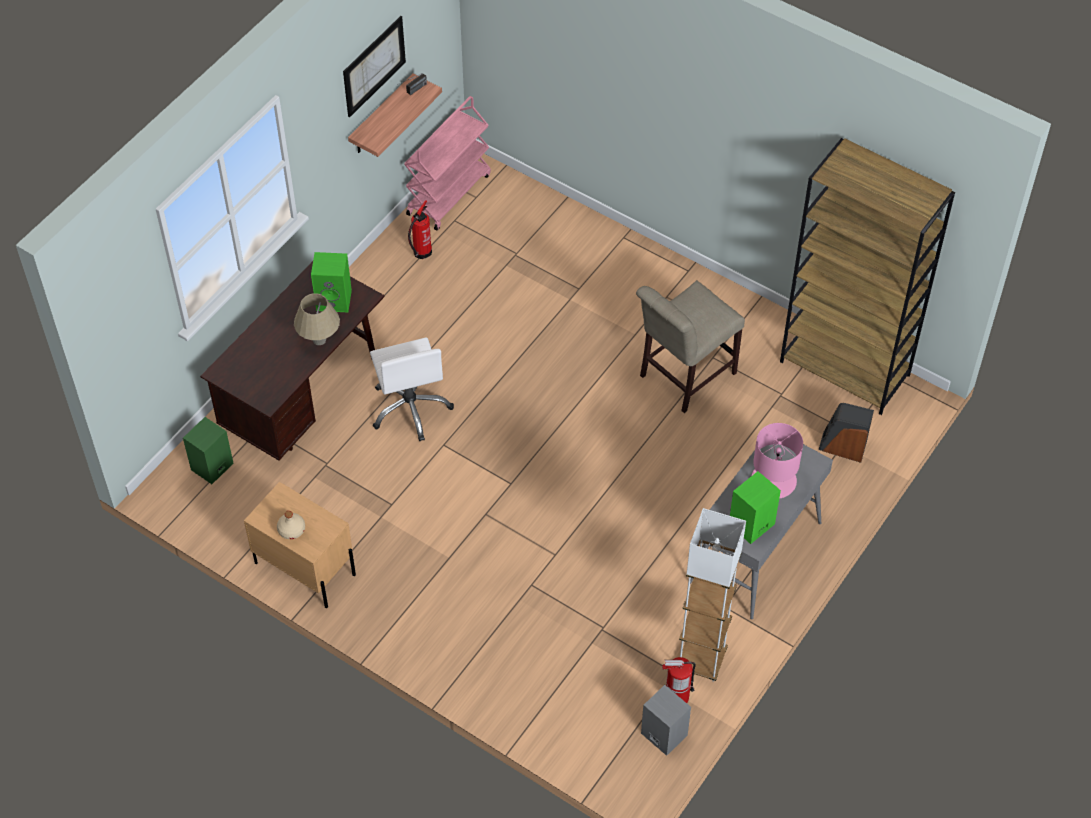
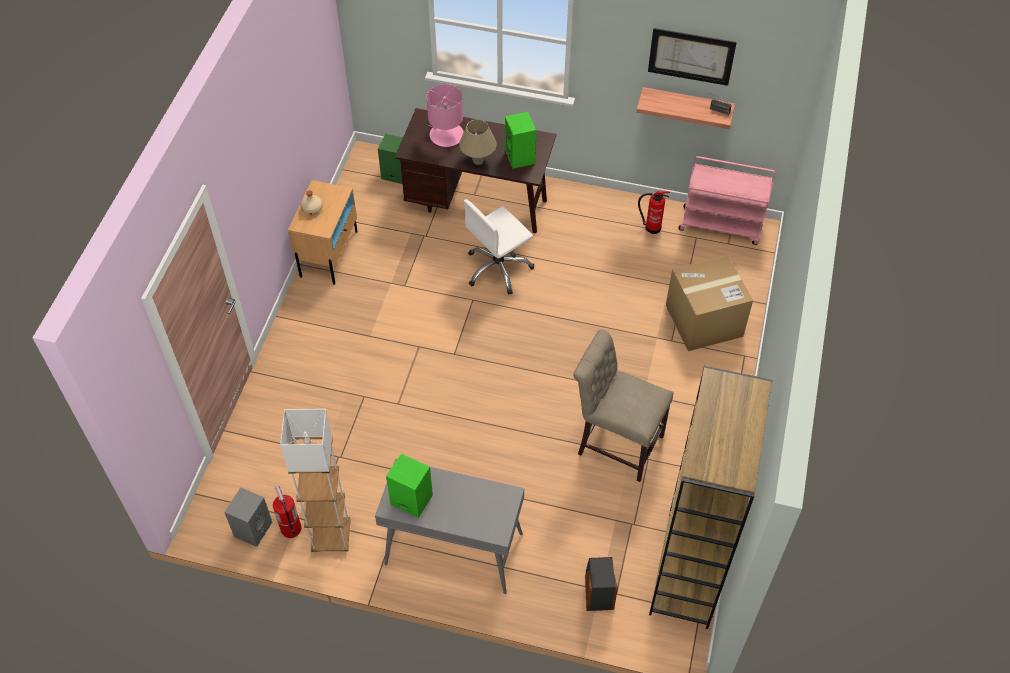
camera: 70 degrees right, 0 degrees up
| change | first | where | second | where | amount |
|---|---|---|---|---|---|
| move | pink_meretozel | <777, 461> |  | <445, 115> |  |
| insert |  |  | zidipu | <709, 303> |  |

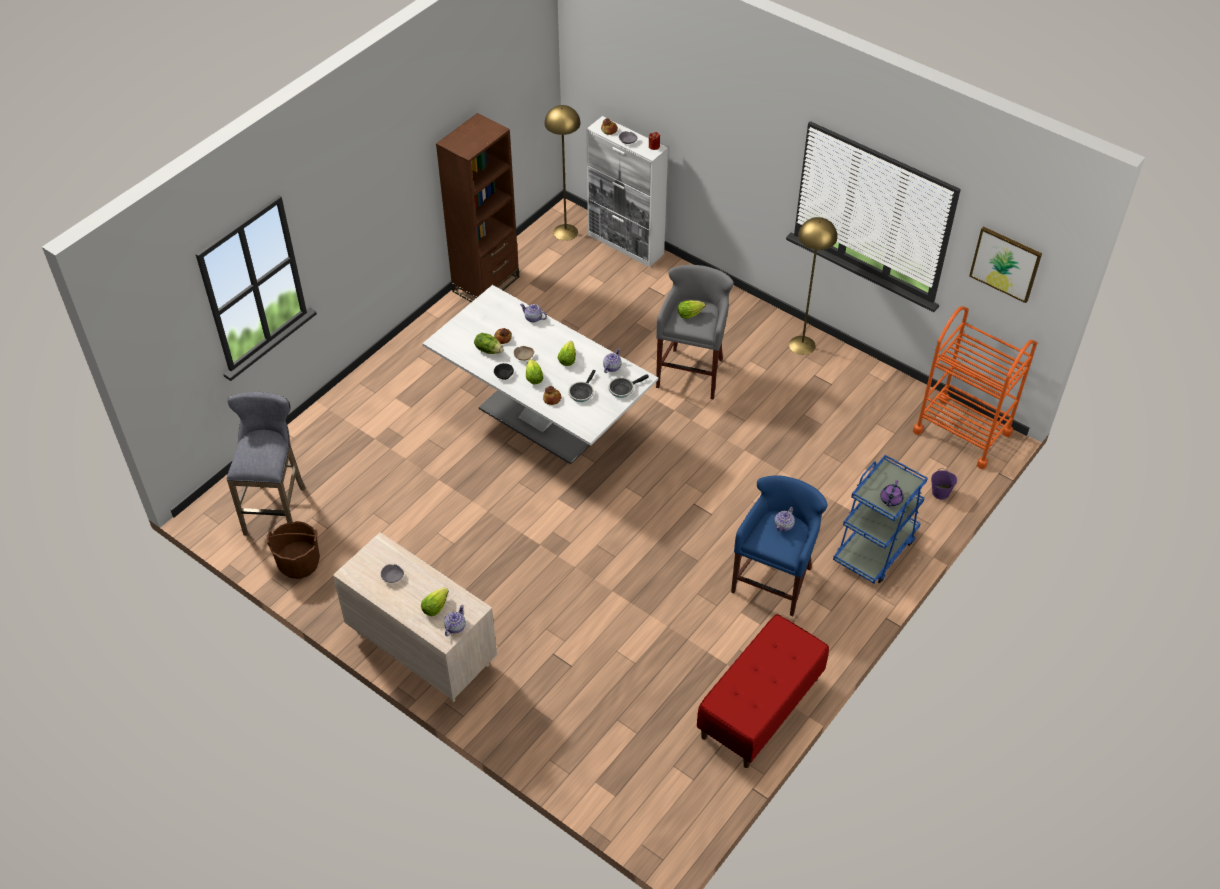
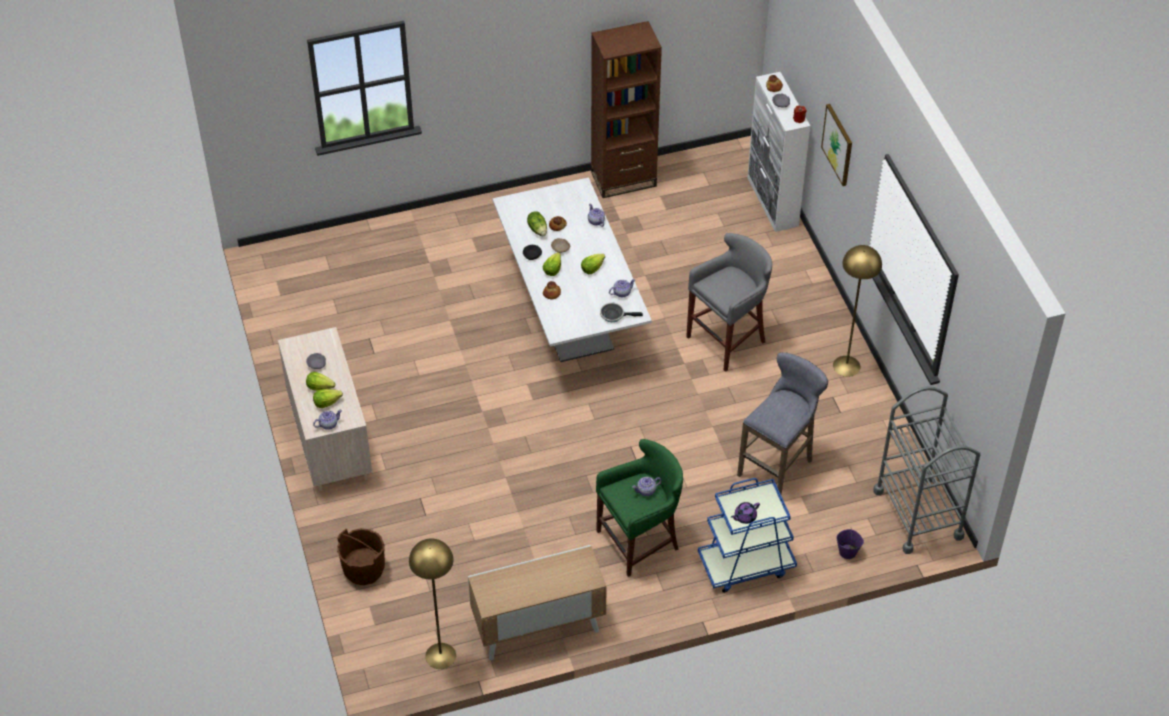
camera: 35 degrees right, 0 degrees up
| change | first | where | second | where | amount |
|---|---|---|---|---|---|
| move | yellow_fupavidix | <562, 173> |  | <432, 603> |  |
| move | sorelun | <1005, 265> |  | <836, 145> |  |
| move | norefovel | <691, 310> |  | <320, 381> |  |
| recolor | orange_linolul | <975, 387> | grey_linolul | <926, 470> |  |
| delete | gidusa | <581, 386> |  |  |  |
| move | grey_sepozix | <266, 464> |  | <782, 423> |  |
| recolor | blue_sepozix | <779, 545> | green_sepozix | <639, 508> |  |
| move | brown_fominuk | <293, 550> |  | <361, 556> |  |
| replace | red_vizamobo | <763, 691> | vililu | <537, 603> |  |

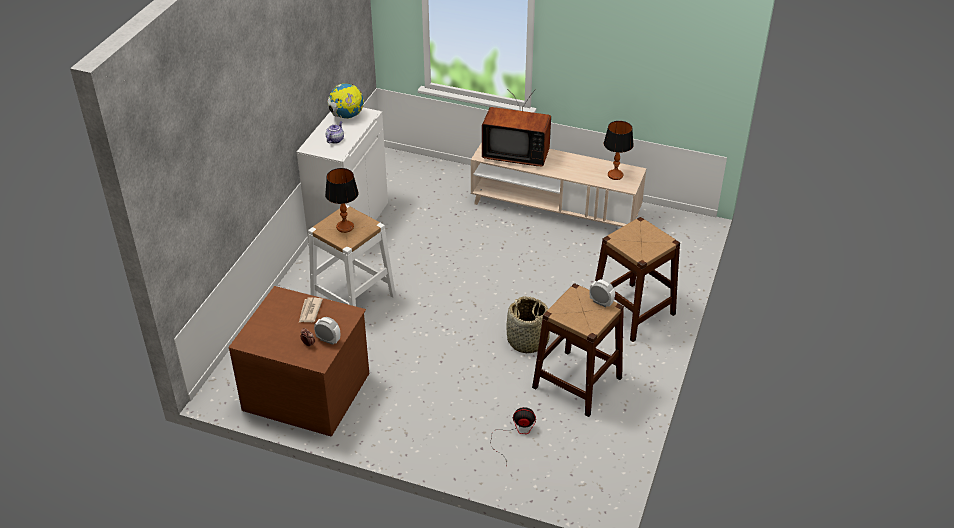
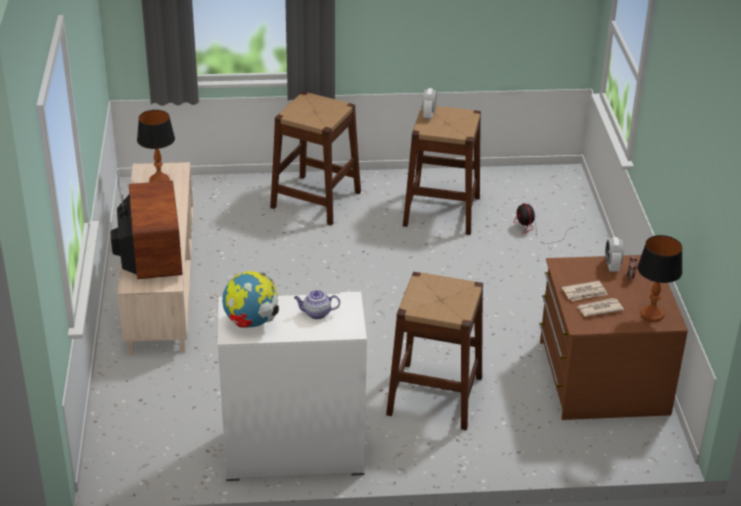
camera: 115 degrees left, 5 degrees down
| change | first | where | second | where | amount |
|---|---|---|---|---|---|
| move | meretozel | <342, 200> |  | <659, 278> |  |
| recolor | white_sepozix | <352, 255> | brown_sepozix | <434, 351> |  |
| delete | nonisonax | <528, 324> |  |  |  |
| insert |  |  | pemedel | <600, 307> |  |

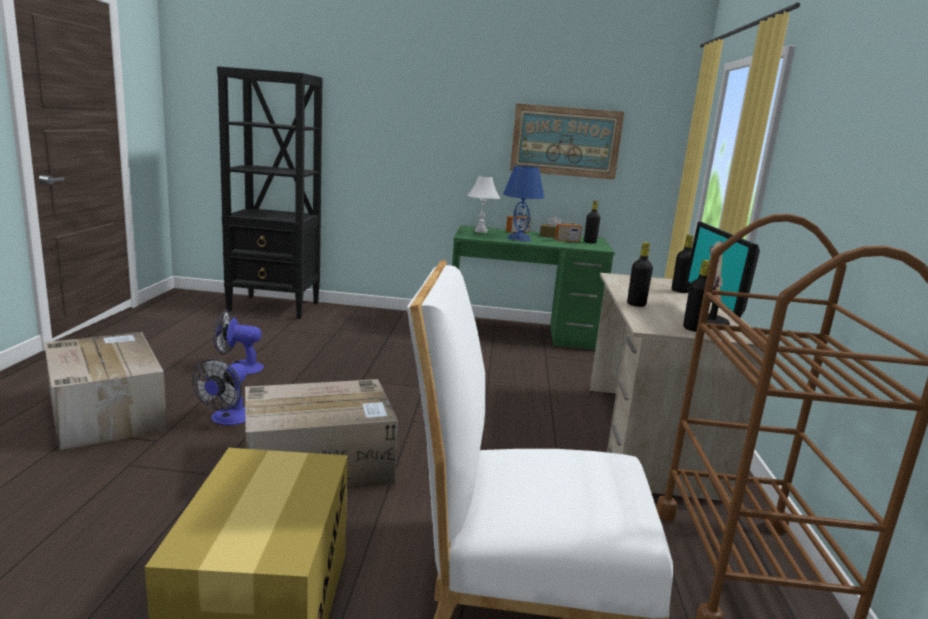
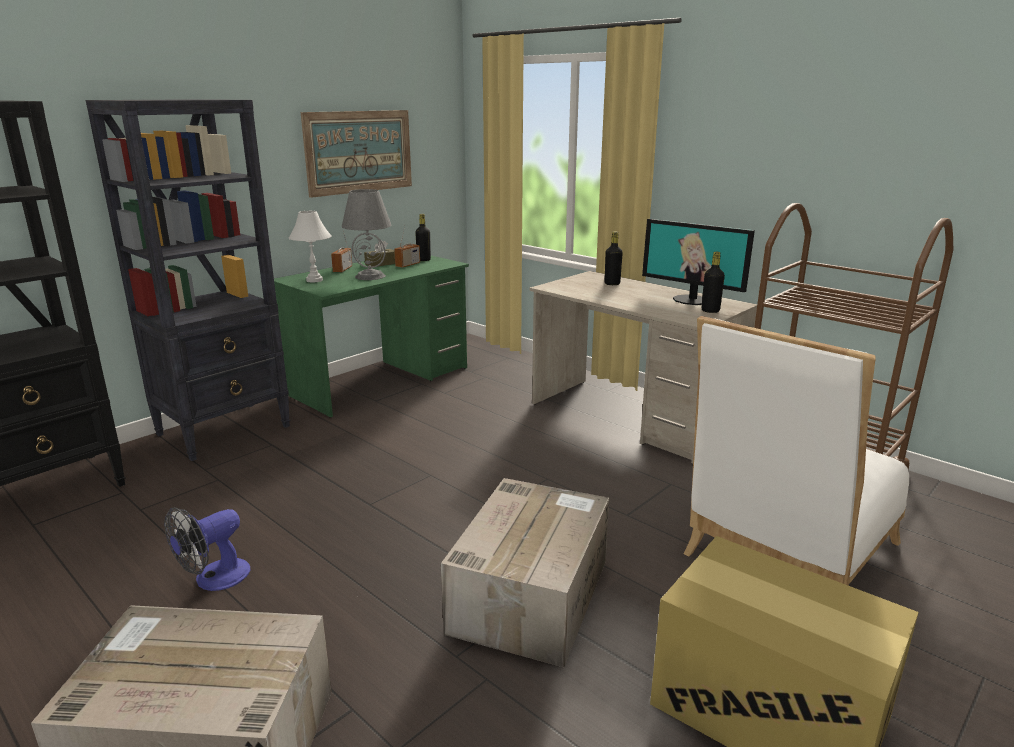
camera: 50 degrees left, 5 degrees up
| change | first | where | second | where | amount |
|---|---|---|---|---|---|
| recolor | blue_meretozel | <523, 203> | grey_meretozel | <367, 234> |  |
| delete | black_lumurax | <640, 274> |  |  |  |
| delete | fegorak | <219, 392> |  |  |  |
| insert |  |  | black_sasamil | <188, 280> |  |

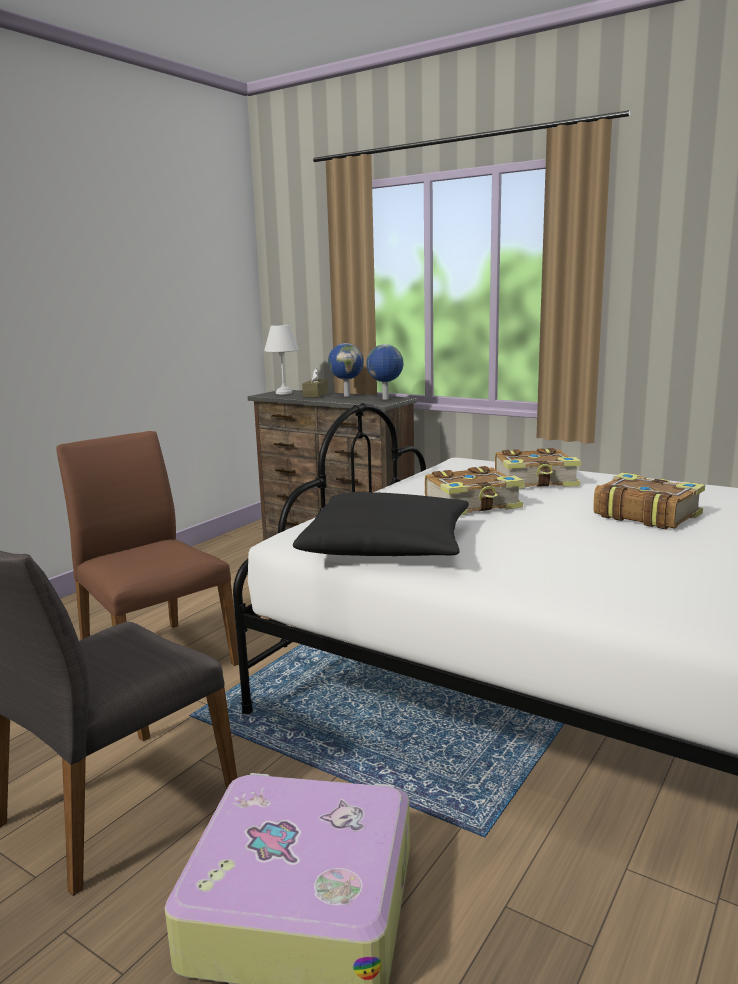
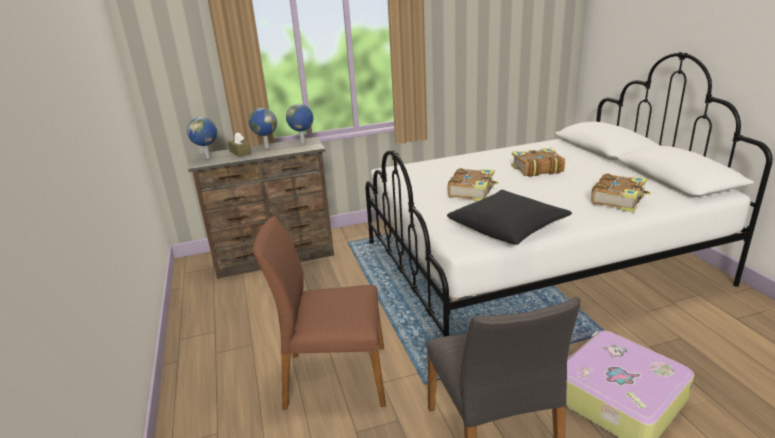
camera: 50 degrees left, 10 degrees up
| change | first | where | second | where | amount |
|---|---|---|---|---|---|
| replace | white_meretozel | <281, 359> | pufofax | <202, 138> |  |
| move | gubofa | <538, 468> |  | <621, 192> |  |

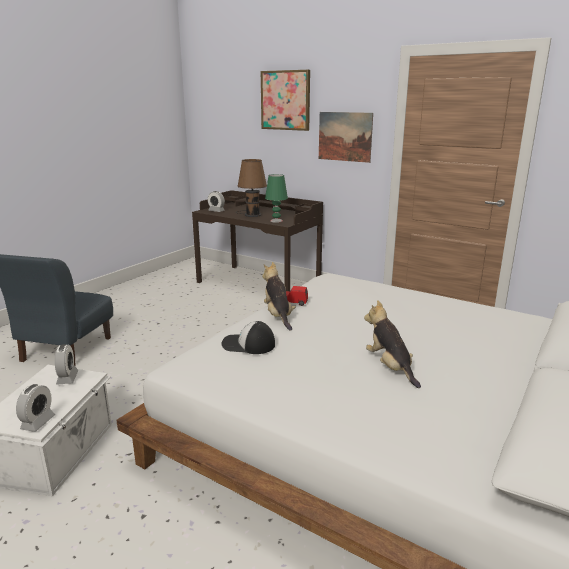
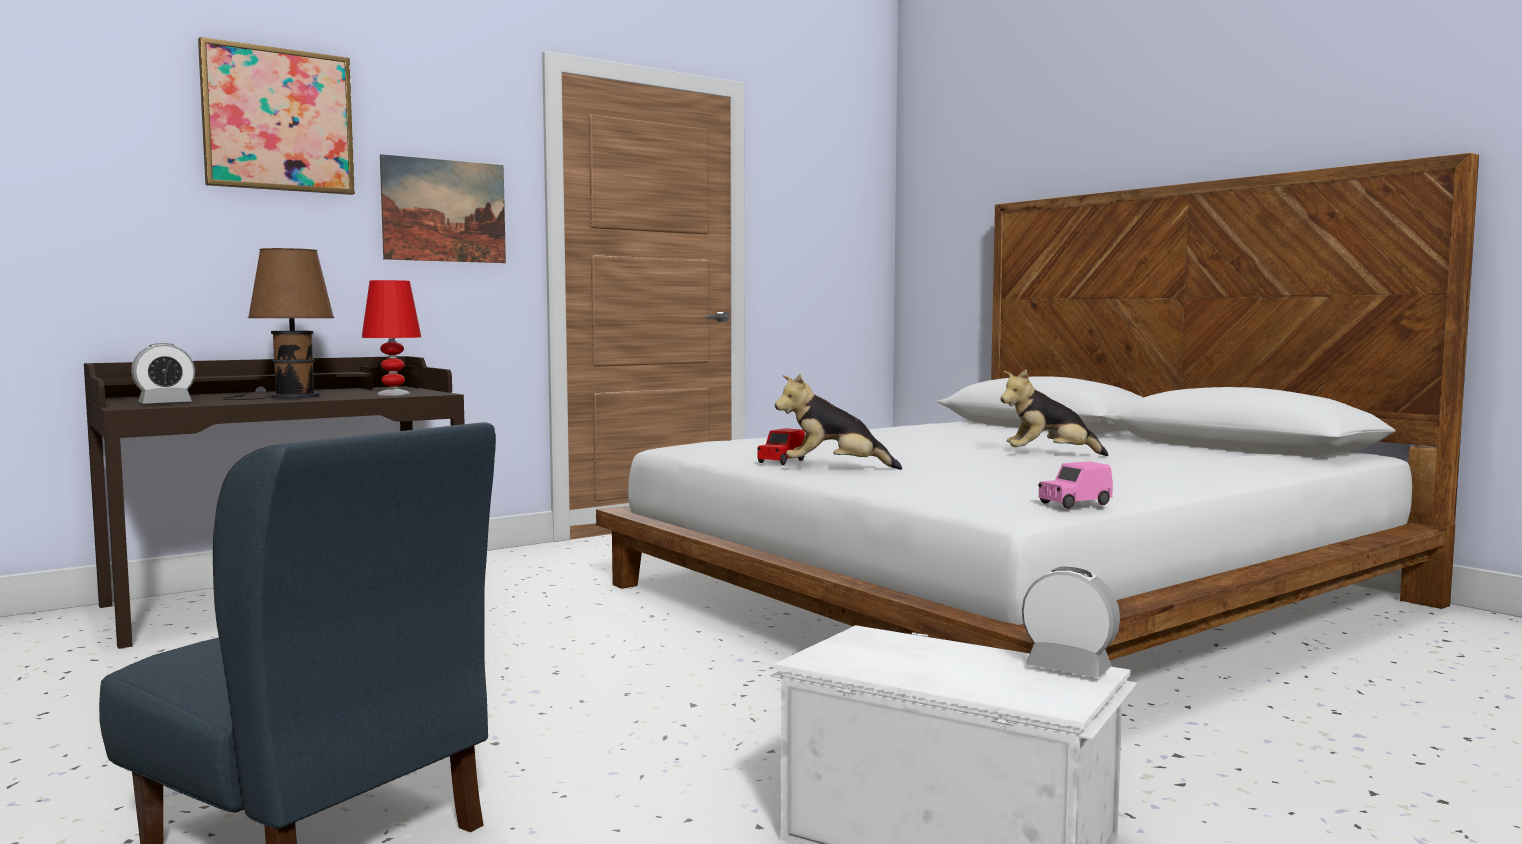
camera: 70 degrees left, 15 degrees down
| change | first | where | second | where | amount |
|---|---|---|---|---|---|
| recolor | green_meretozel | <276, 198> | red_meretozel | <391, 338> |  |
| delete | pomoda | <248, 337> |  |  |  |
| delete | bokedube | <66, 364> |  |  |  |
| insert |  |  | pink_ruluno | <1075, 485> |  |

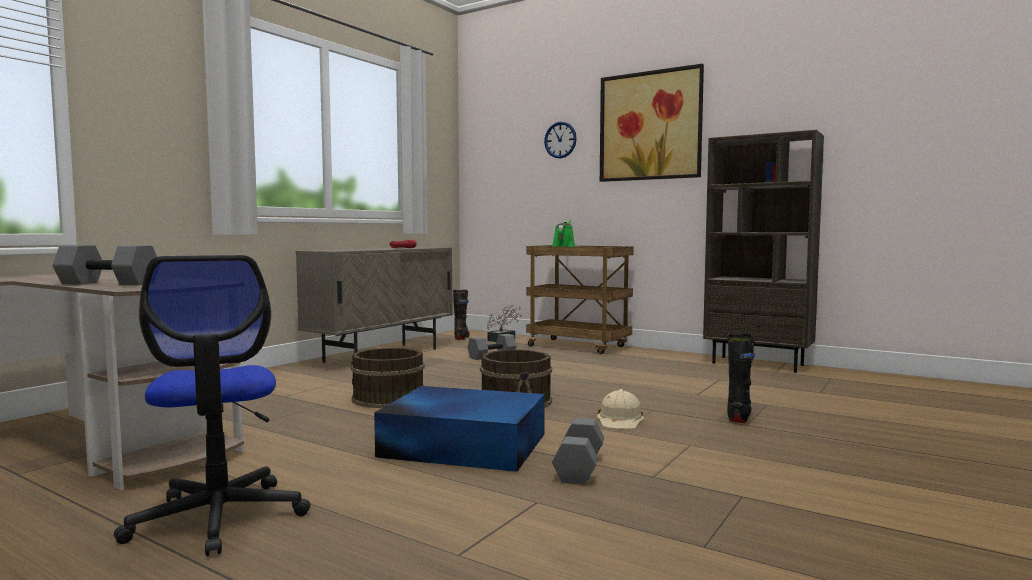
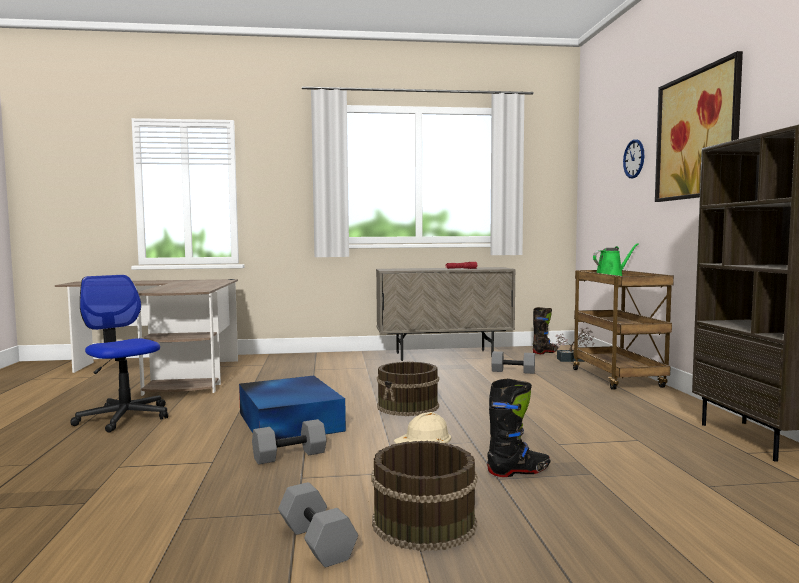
camera: 50 degrees right, 0 degrees up
| change | first | where | second | where | amount |
|---|---|---|---|---|---|
| move | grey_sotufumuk | <105, 265> |  | <318, 525> |  |
| rotate | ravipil | <212, 405> |  | <119, 354> | 105 degrees clockwise |
| move | brown_fominuk | <388, 378> |  | <425, 496> |  |

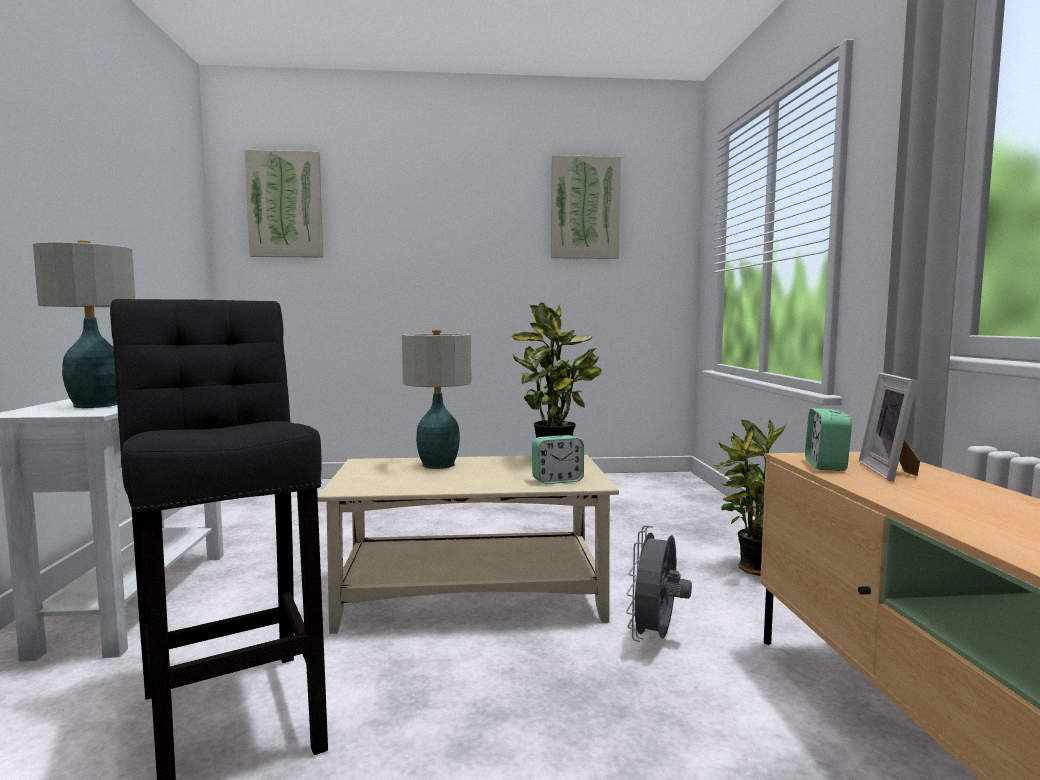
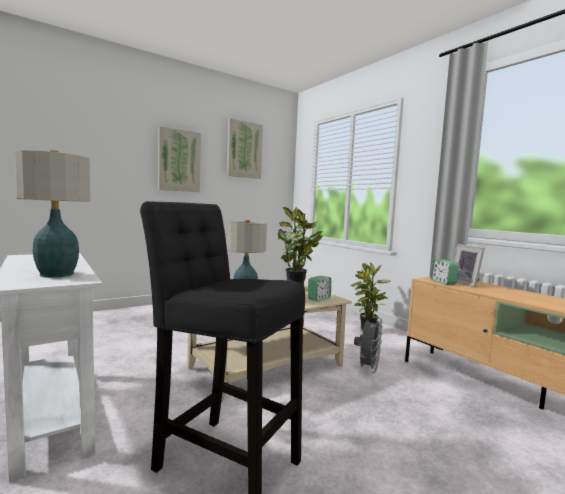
camera: 30 degrees left, 0 degrees up
| change | first | where | second | where | amount |
|---|---|---|---|---|---|
| move | sorelun | <284, 204> |  | <179, 159> |  |
| rotate | grey_fegorak | <659, 583> |  | <368, 345> | 150 degrees counterclockwise |

